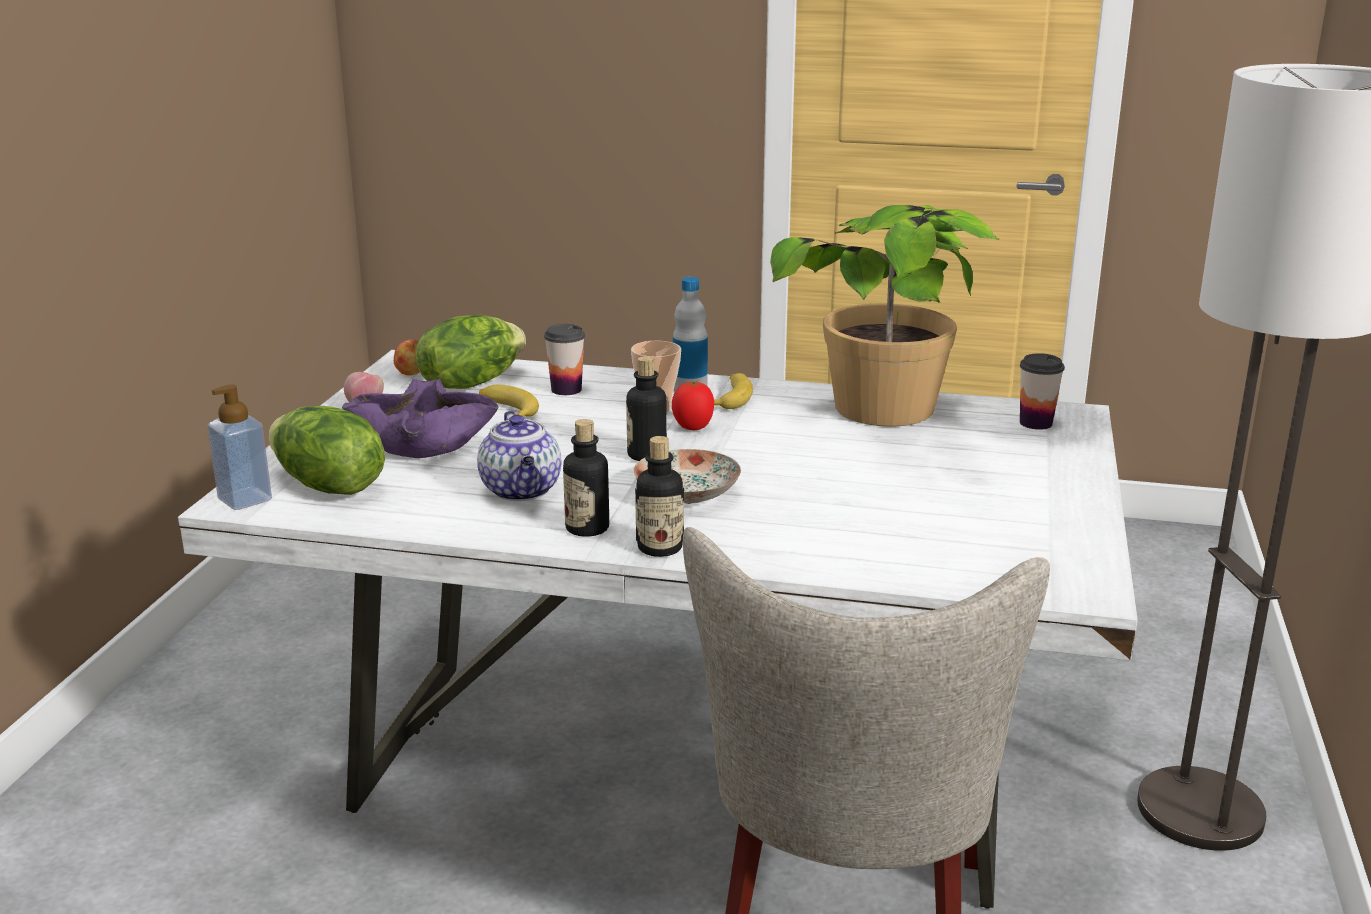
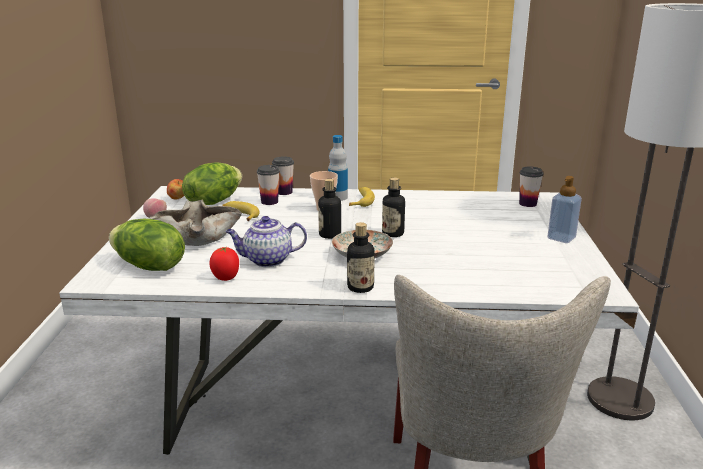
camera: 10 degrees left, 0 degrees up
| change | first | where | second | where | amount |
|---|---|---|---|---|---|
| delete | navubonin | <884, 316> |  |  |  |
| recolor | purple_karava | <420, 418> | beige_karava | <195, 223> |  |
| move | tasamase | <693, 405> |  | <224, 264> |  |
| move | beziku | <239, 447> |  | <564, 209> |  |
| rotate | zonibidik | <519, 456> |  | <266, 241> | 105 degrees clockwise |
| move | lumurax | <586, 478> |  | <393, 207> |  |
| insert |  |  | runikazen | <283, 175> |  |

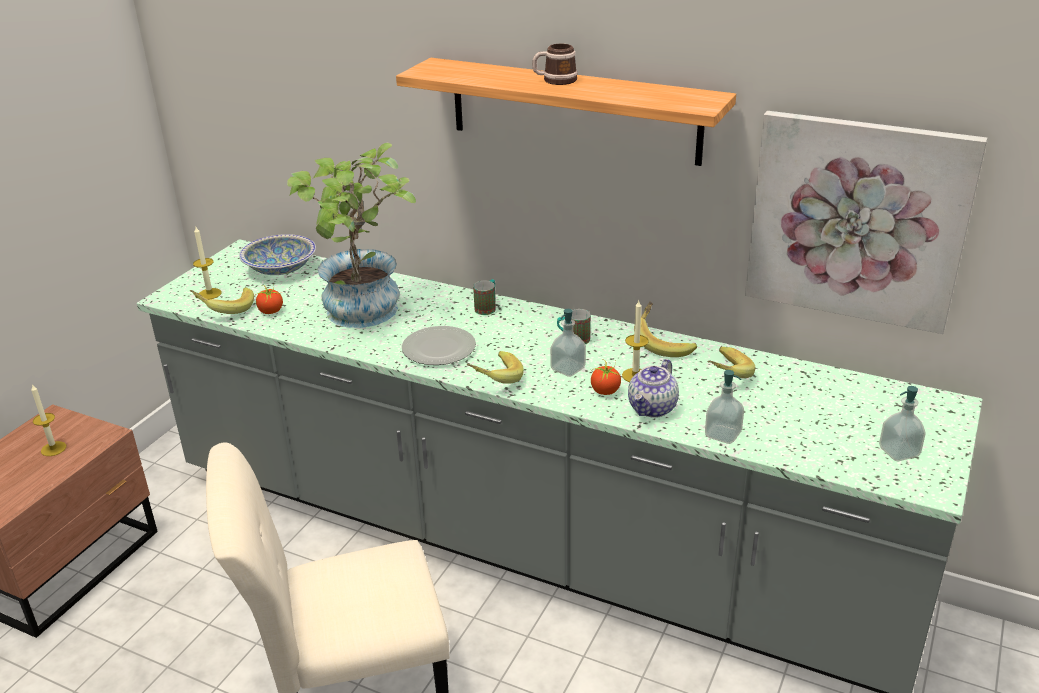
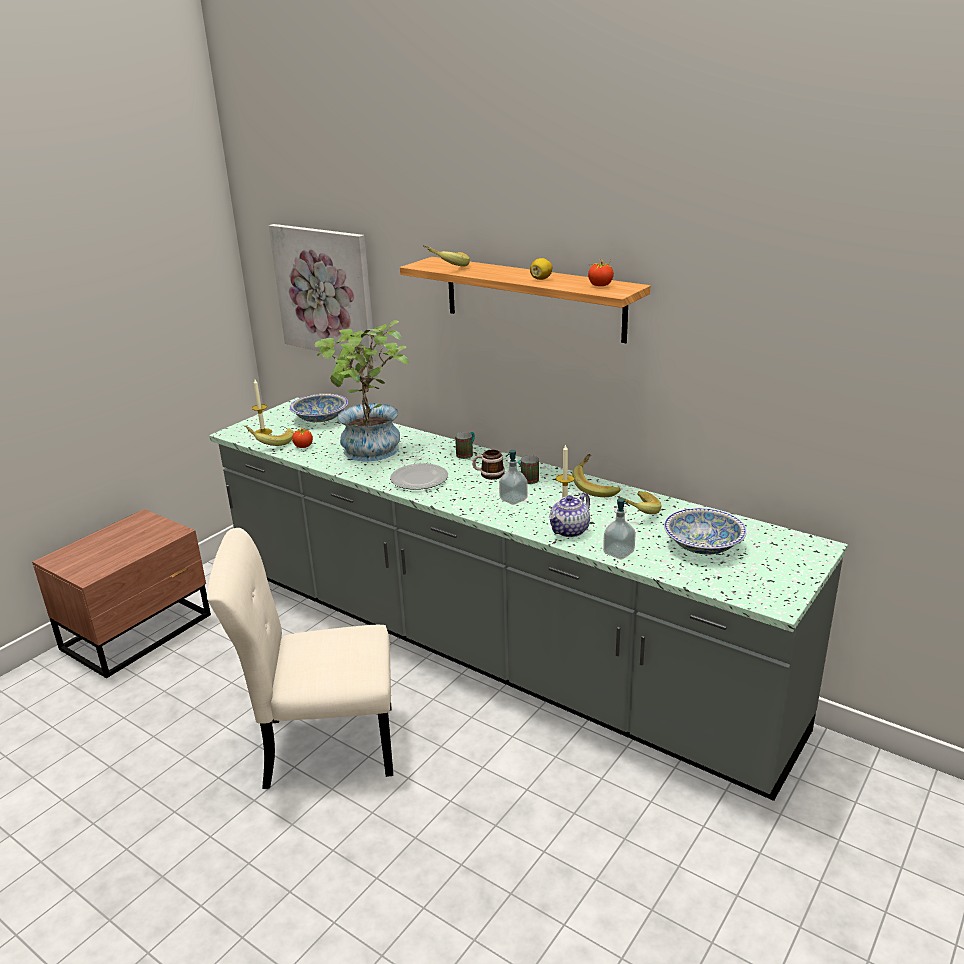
camera: 10 degrees right, 5 degrees down
| change | first | where | second | where | amount |
|---|---|---|---|---|---|
| move | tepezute | <555, 64> |  | <489, 464> |  |
| move | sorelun | <866, 222> |  | <322, 293> |  |
| move | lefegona | <495, 367> |  | <446, 256> |  |
| move | tasamase | <606, 377> |  | <601, 272> |  |
| delete | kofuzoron | <48, 420> |  |  |  |
| delete | beziku | <902, 423> |  |  |  |
| insert |  |  | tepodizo | <541, 269> |  |
| insert |  |  | karava | <705, 531> |  |

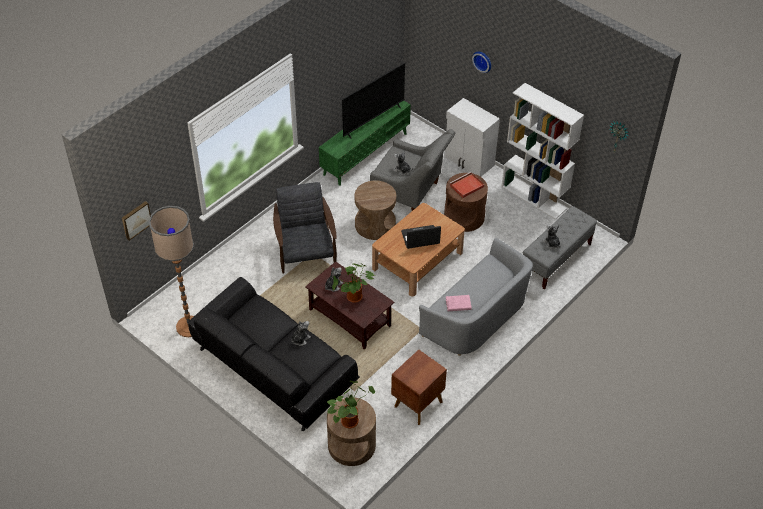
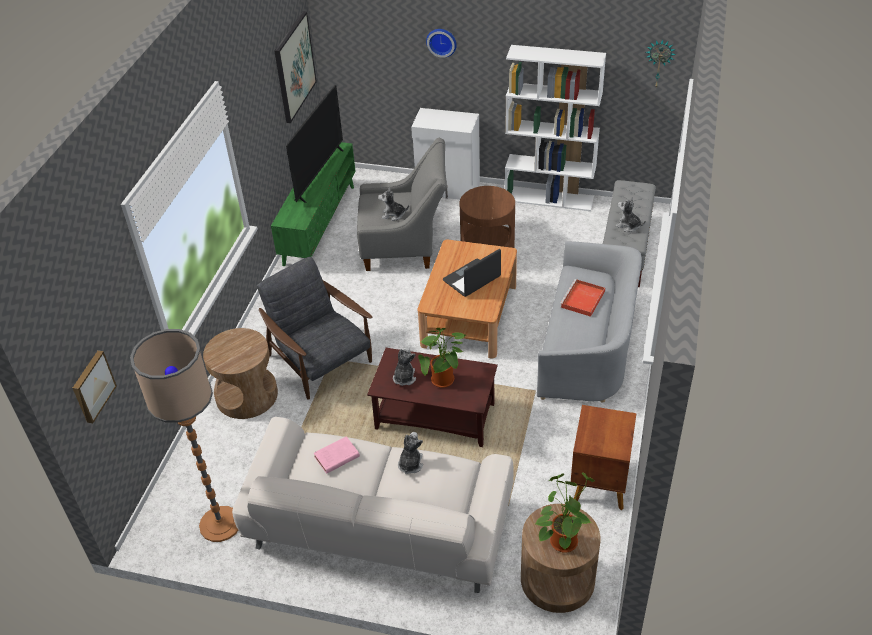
camera: 25 degrees left, 5 degrees down
| change | first | where | second | where | amount |
|---|---|---|---|---|---|
| move | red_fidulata | <467, 185> |  | <582, 298> |  |
| move | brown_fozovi | <375, 210> |  | <240, 373> |  |
| recolor | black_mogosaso | <274, 354> | white_mogosaso | <373, 505> |  |
| move | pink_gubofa | <459, 303> |  | <337, 455> |  |
| insert |  |  | sorelun | <295, 67> |  |

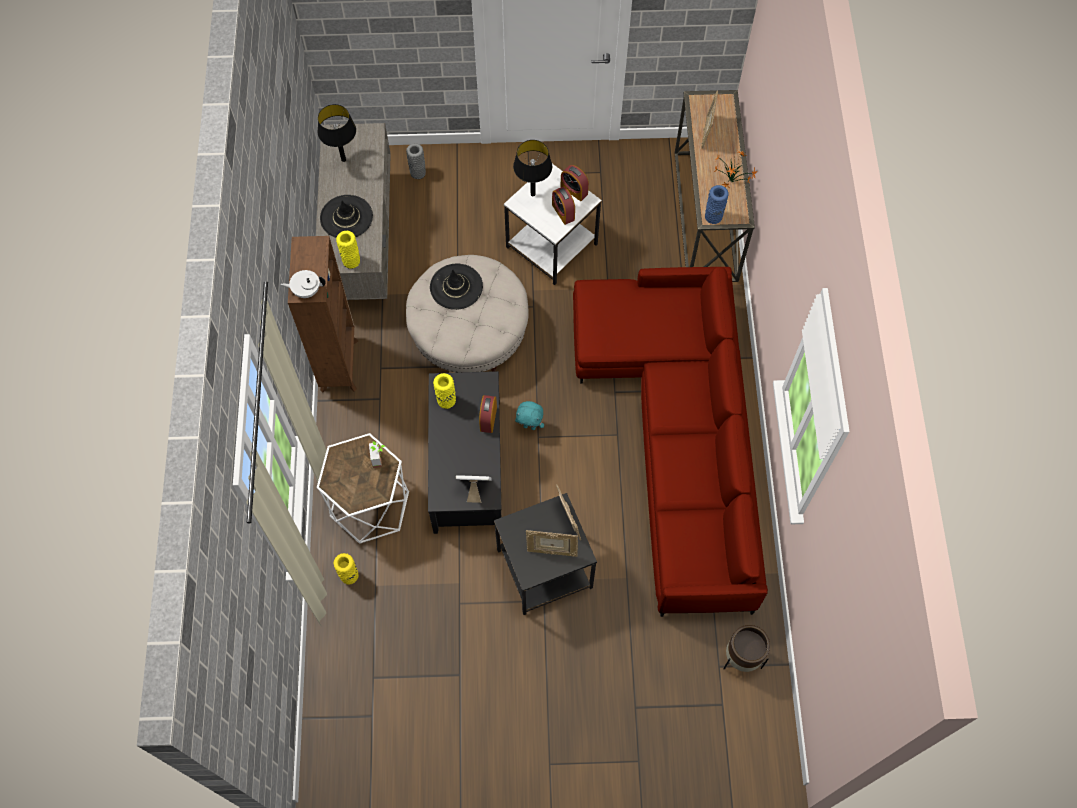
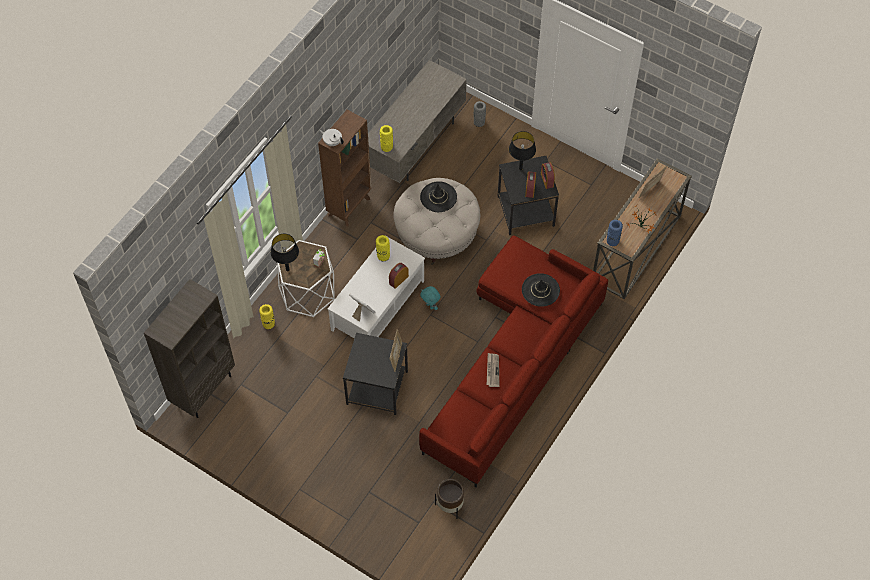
camera: 35 degrees right, 5 degrees down
| change | first | where | second | where | amount |
|---|---|---|---|---|---|
| move | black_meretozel | <337, 133> |  | <285, 252> |  |
| recolor | white_fozovi | <553, 224> | black_fozovi | <528, 195> |  |
| move | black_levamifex | <346, 216> |  | <541, 290> |  |
| recolor | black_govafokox | <465, 452> | white_govafokox | <376, 287> |  |
| delete | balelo | <552, 543> |  |  |  |
| insert |  |  | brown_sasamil | <189, 348> |  |
| insert |  |  | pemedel | <493, 370> |  |

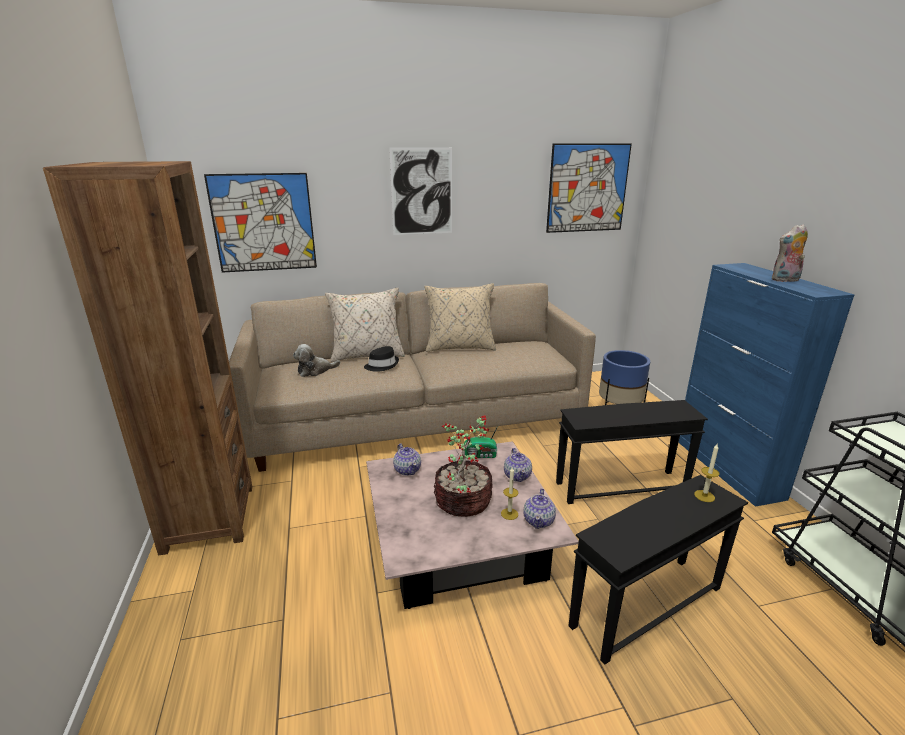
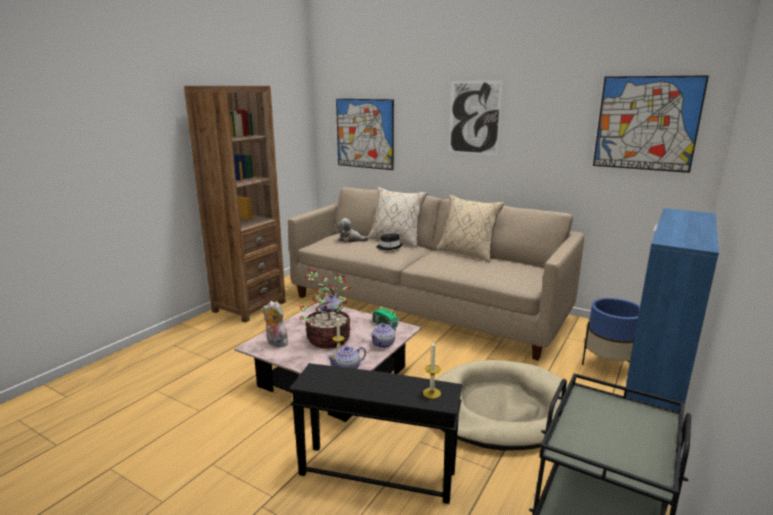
camera: 45 degrees right, 5 degrees down
| change | first | where | second | where | amount |
|---|---|---|---|---|---|
| move | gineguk | <790, 253> |  | <276, 324> |  |
| replace | black_fozovi | <632, 452> | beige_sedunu | <502, 405> |  |

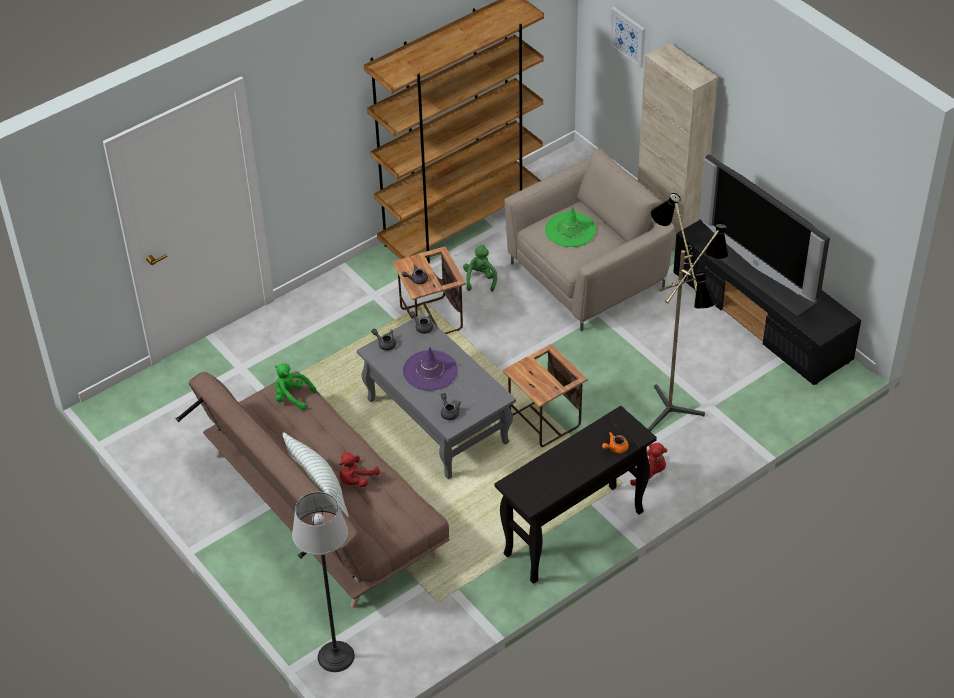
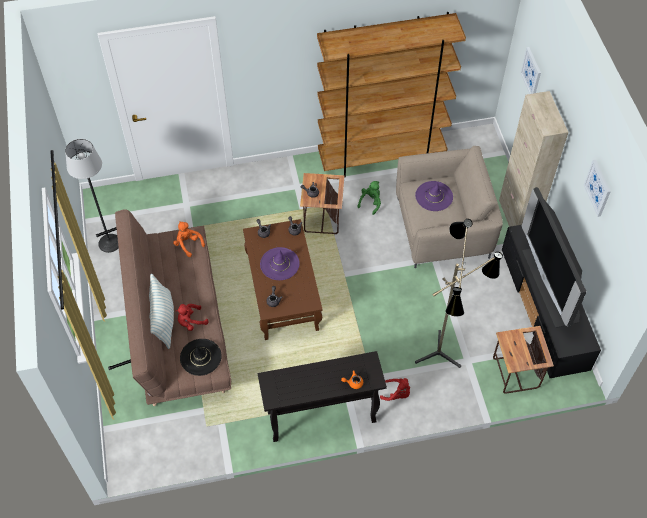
camera: 25 degrees right, 10 degrees up
| change | first | where | second | where | amount |
|---|---|---|---|---|---|
| recolor | green_levamifex | <570, 226> | purple_levamifex | <434, 196> |  |
| recolor | grey_govafokox | <436, 396> | brown_govafokox | <282, 279> |  |
| move | fozovi | <545, 395> |  | <523, 360> |  |
| recolor | green_gineguk | <295, 386> | orange_gineguk | <189, 239> |  |
| move | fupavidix | <323, 582> |  | <92, 196> |  |
| insert |  |  | sorelun | <597, 188> |  |
| insert |  |  | black_levamifex | <201, 357> |  |

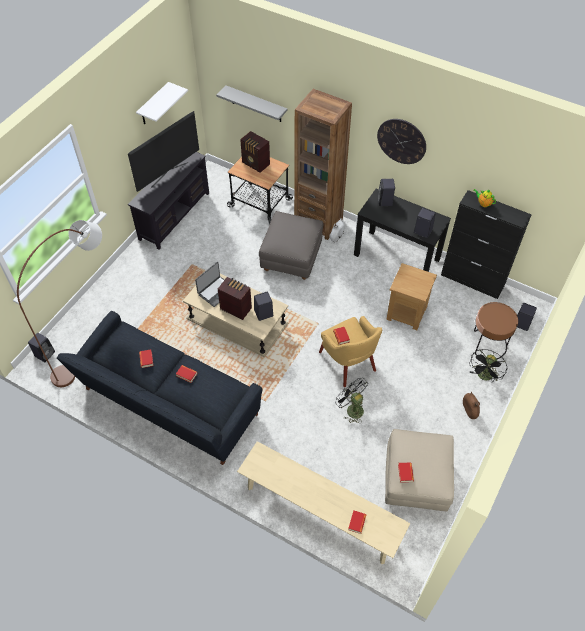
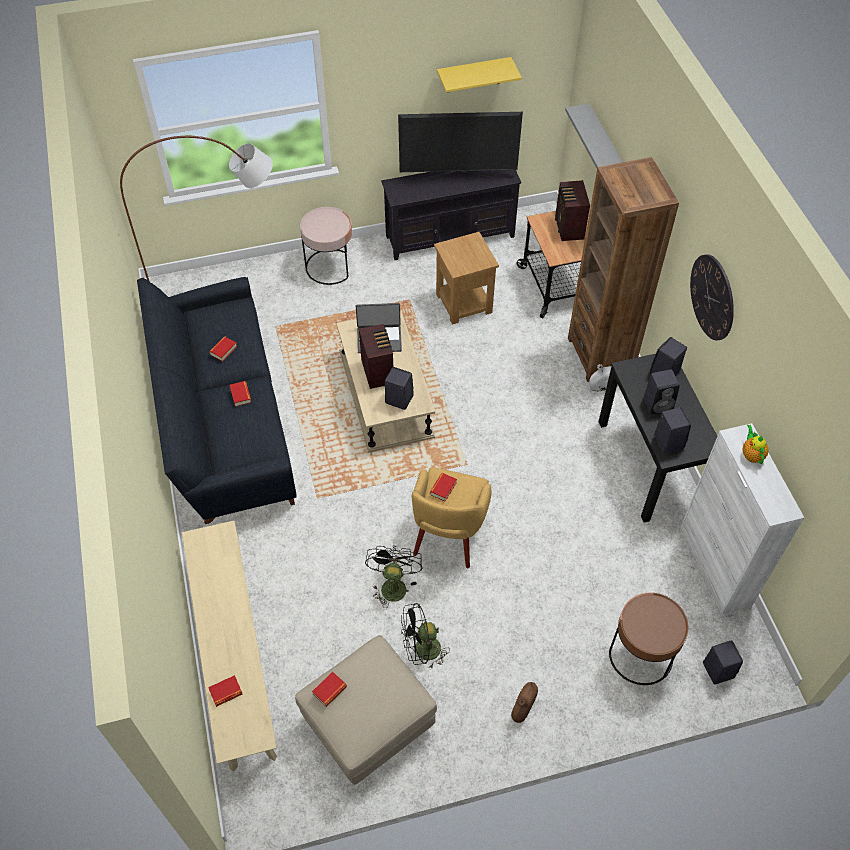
camera: 45 degrees right, 0 degrees up
| change | first | where | second | where | amount |
|---|---|---|---|---|---|
| recolor | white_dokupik | <162, 103> | yellow_dokupik | <479, 75> |  |
| recolor | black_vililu | <486, 244> | white_vililu | <742, 518> |  |
| delete | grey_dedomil | <291, 245> |  |  |  |
| move | brown_fozovi | <411, 296> |  | <466, 278> |  |
| move | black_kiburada | <41, 347> |  | <661, 391> |  |
| move | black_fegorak | <488, 365> |  | <425, 636> |  |
| insert |  |  | pink_fozovi | <326, 246> |  |

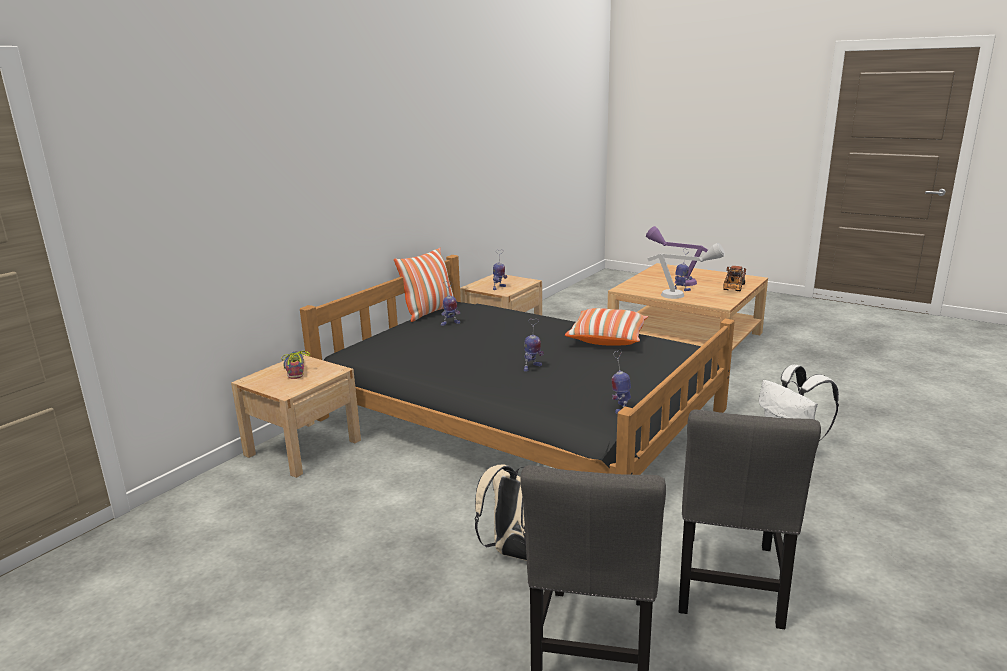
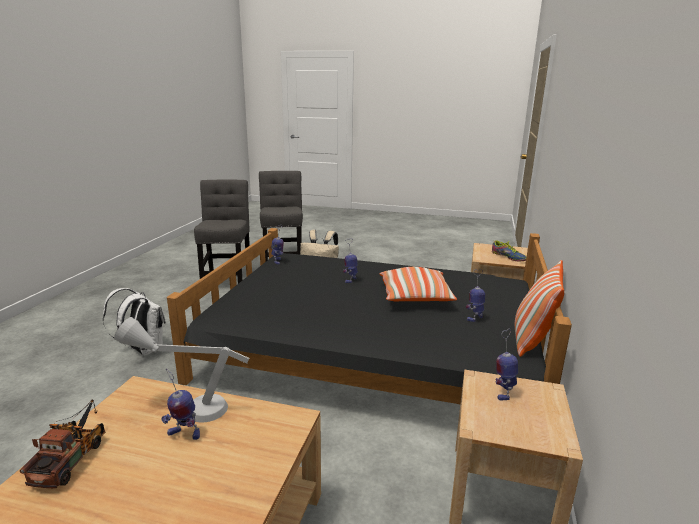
camera: 160 degrees right, 0 degrees up
| change | first | where | second | where | amount |
|---|---|---|---|---|---|
| delete | purple_meretozel | <677, 256> |  |  |  |
| move | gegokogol | <606, 327> |  | <418, 284> |  |

